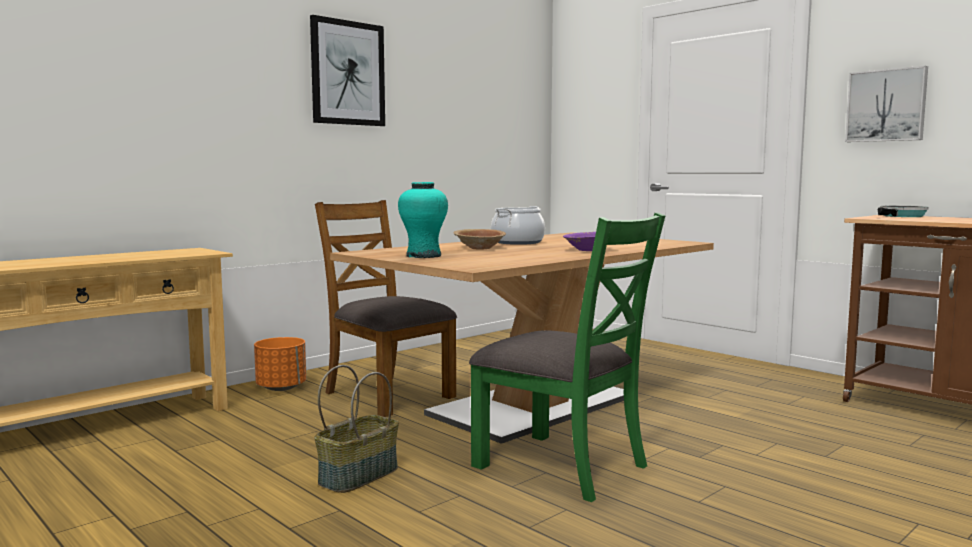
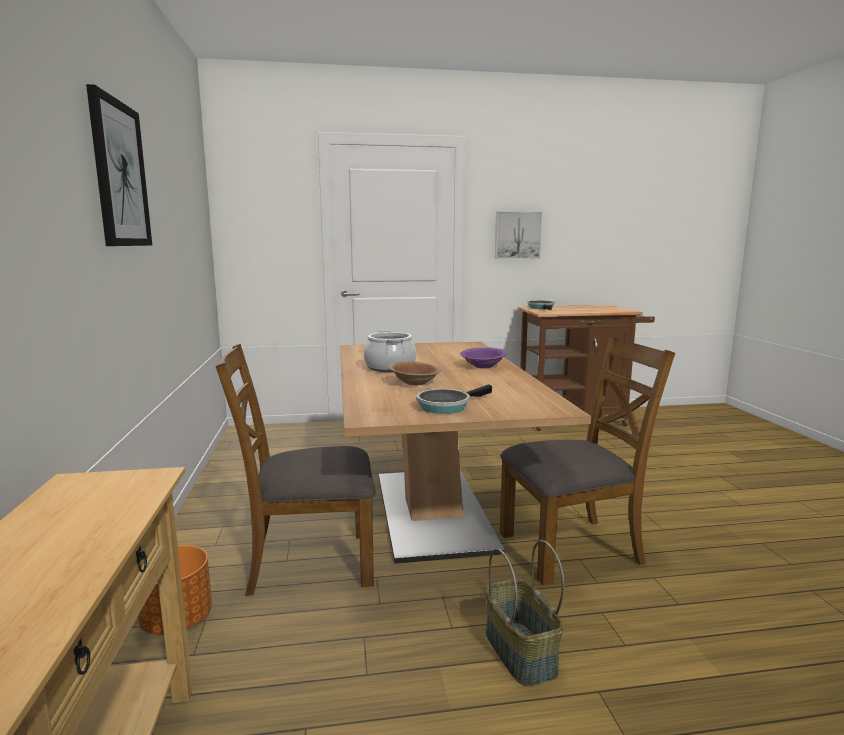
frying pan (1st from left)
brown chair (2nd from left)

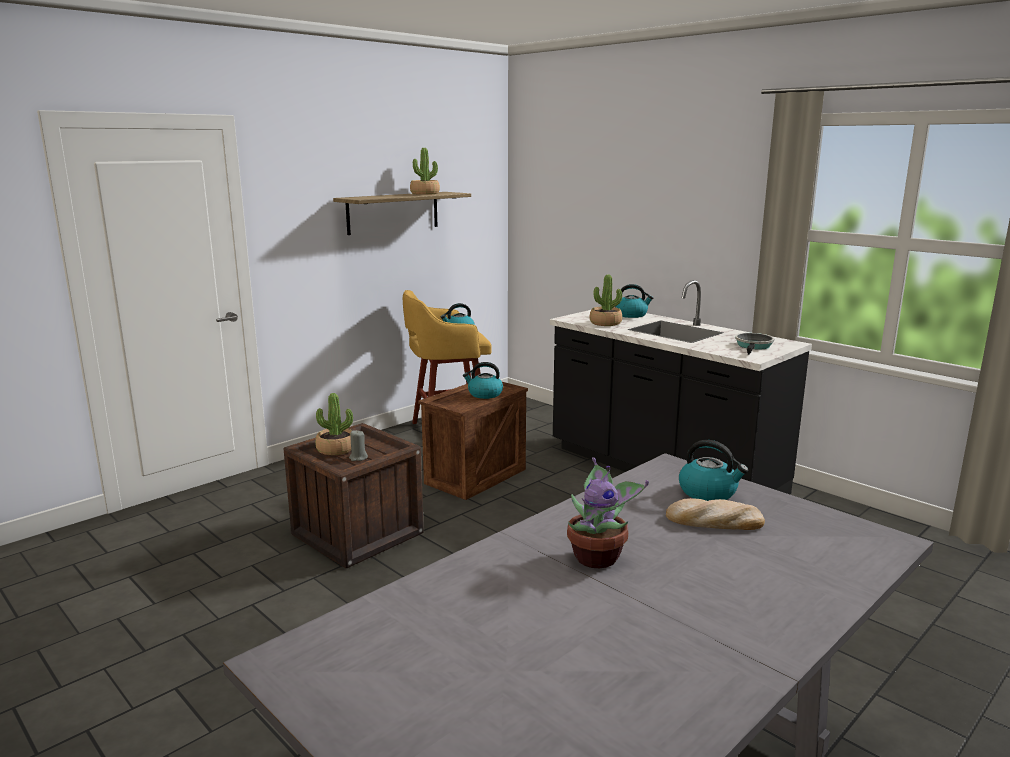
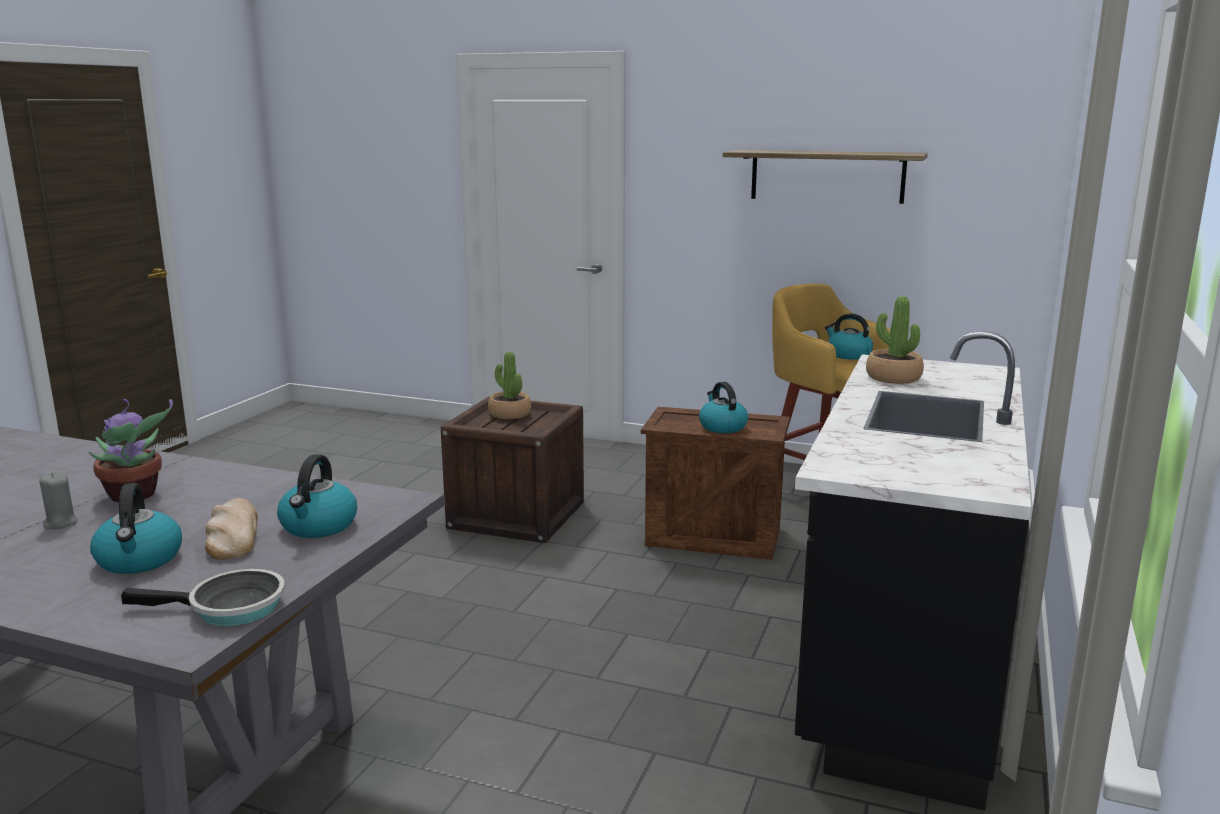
grey candle
potted plant (2nd from left in the first image)
kettle (1st from left)
frying pan

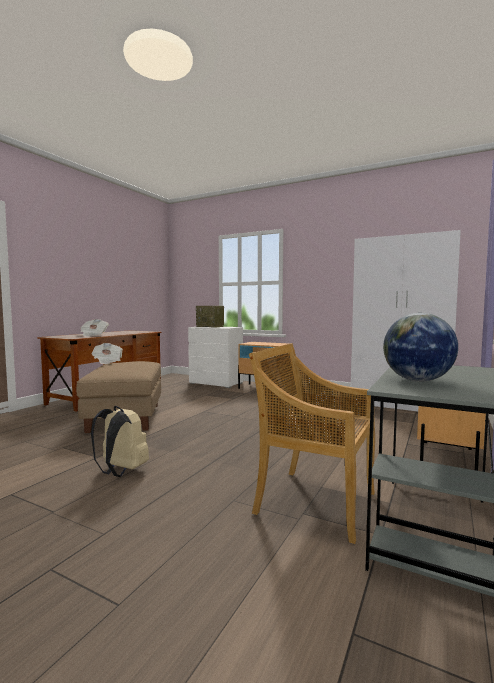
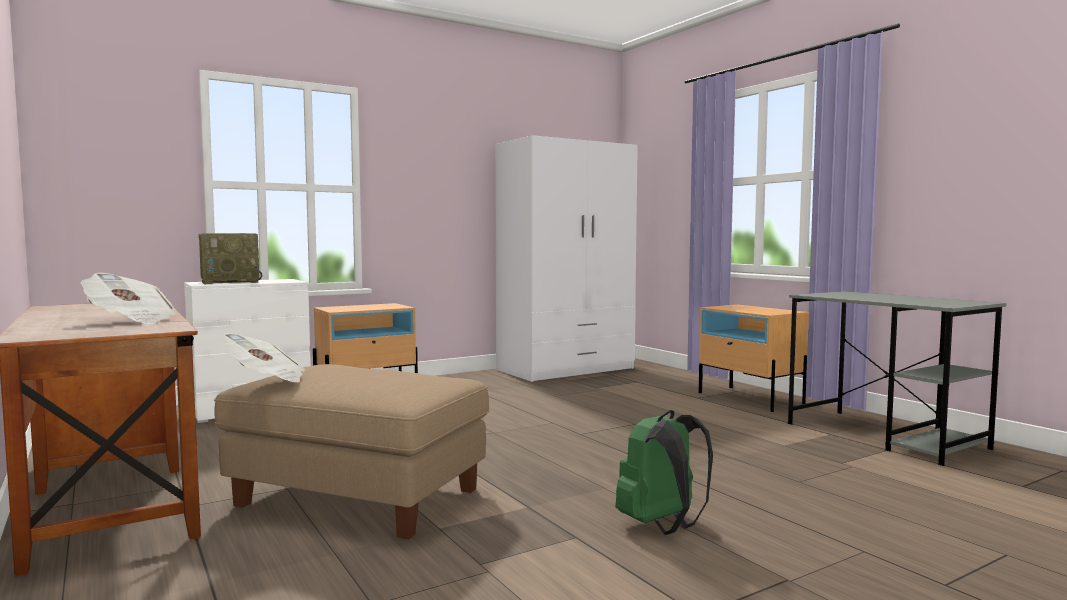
green backpack
beige chair
globe

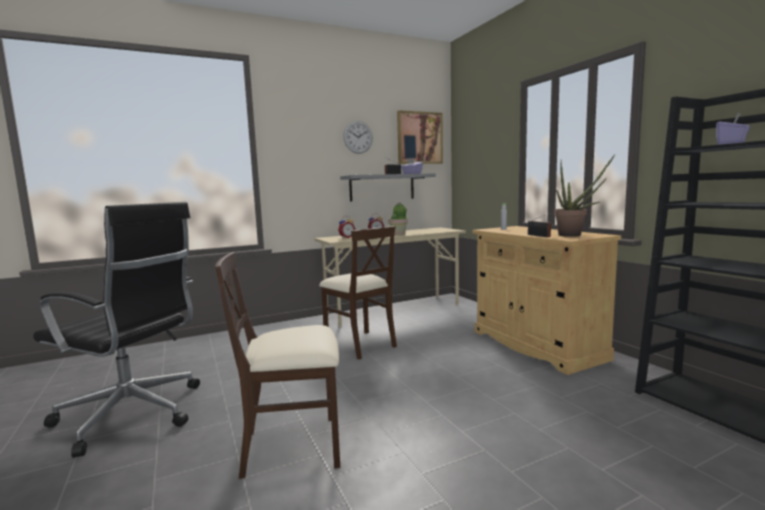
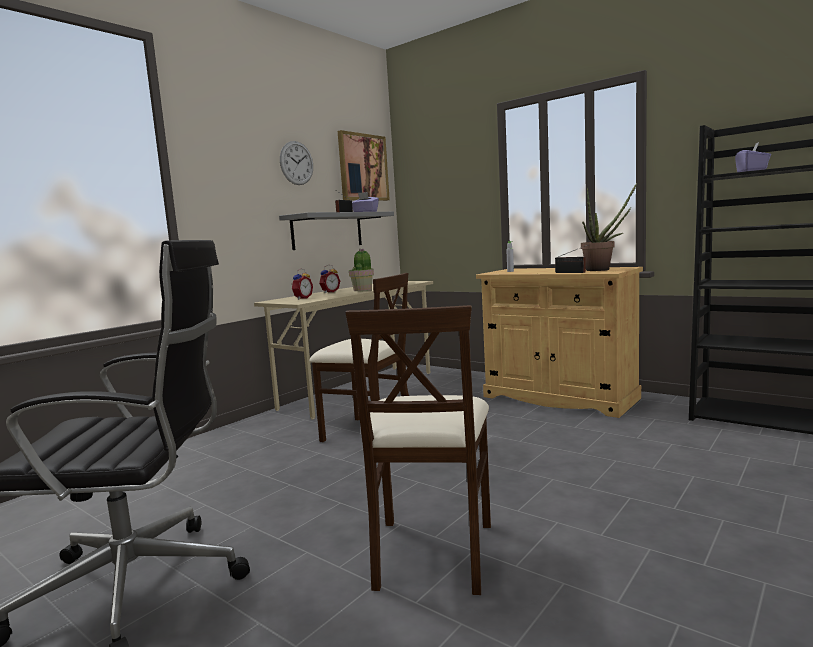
beige chair (2nd from left)

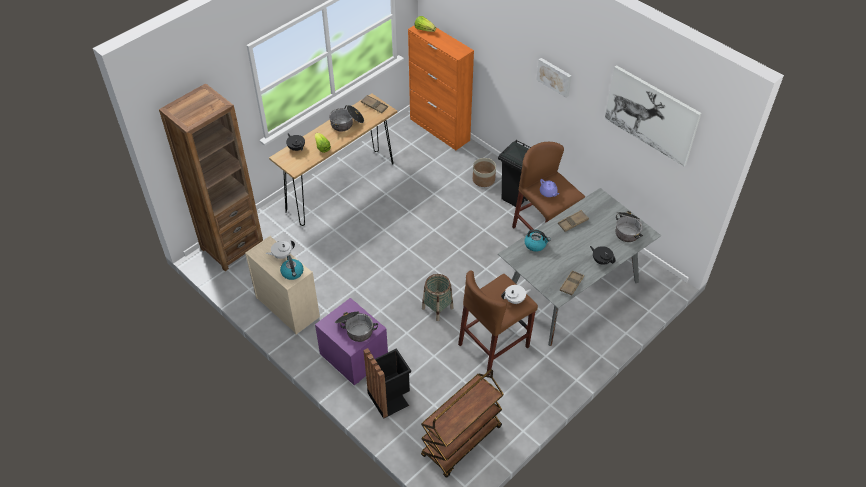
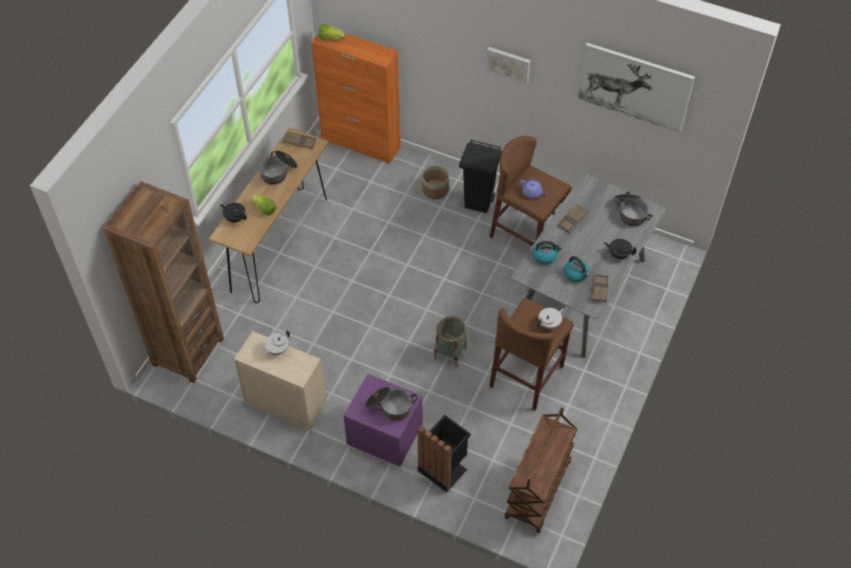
kettle (2nd from left)

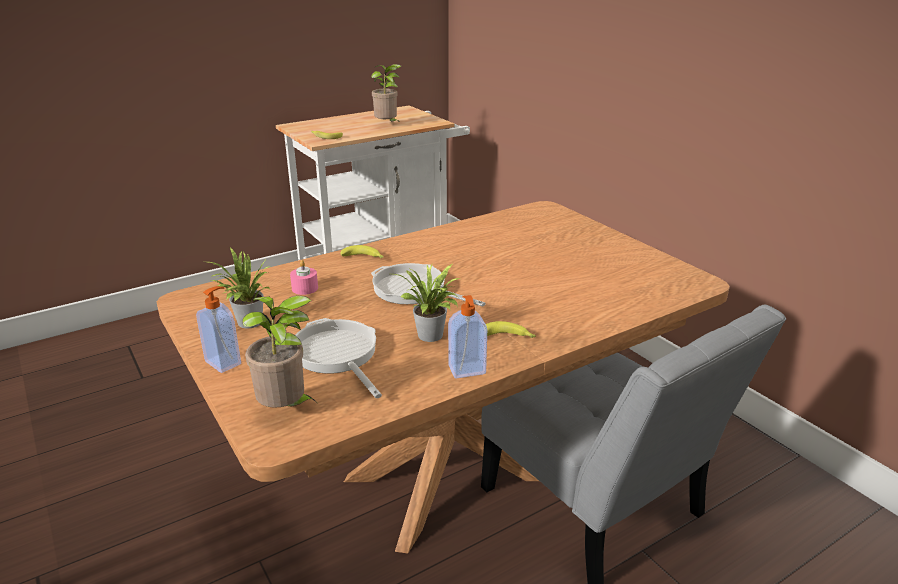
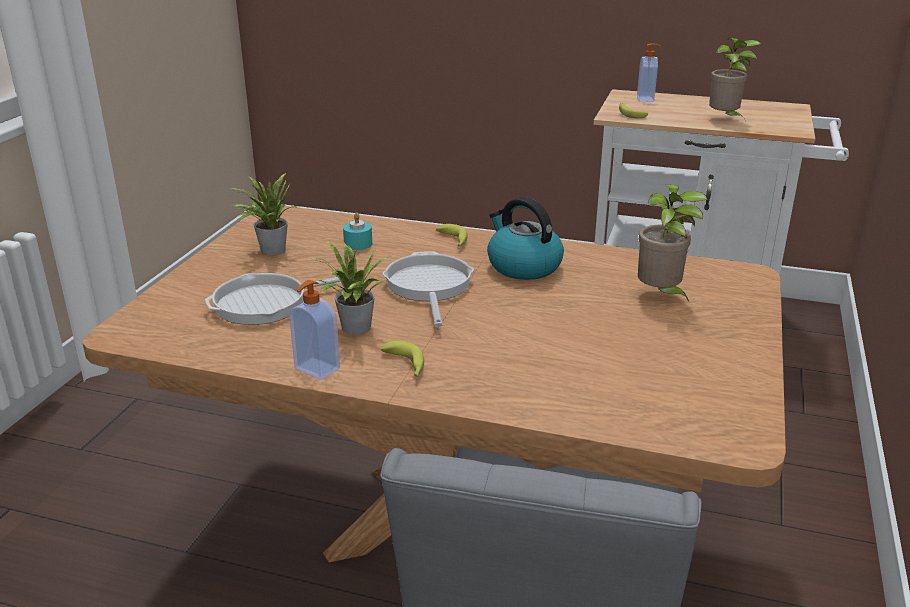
soap dispenser (2nd from left)
potted plant (3rd from left)
turquoise candle
frying pan (1st from left)
kettle

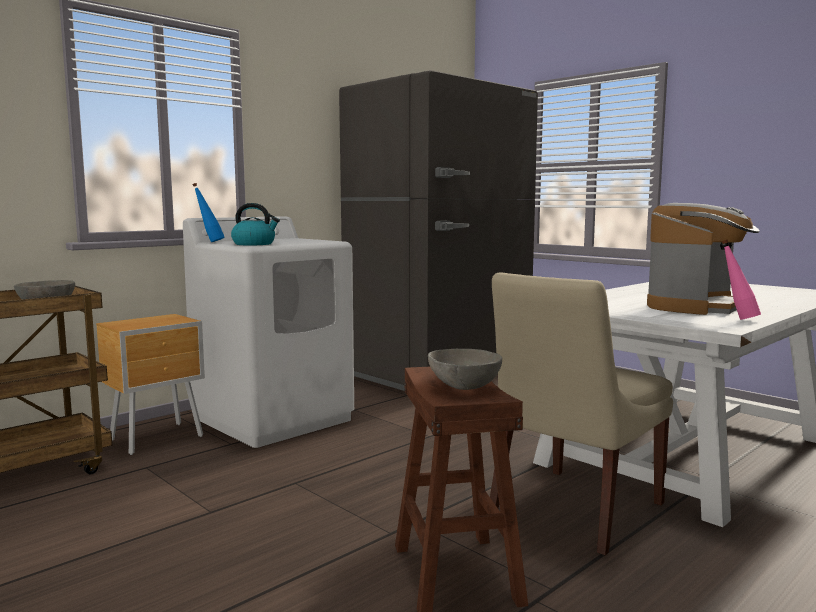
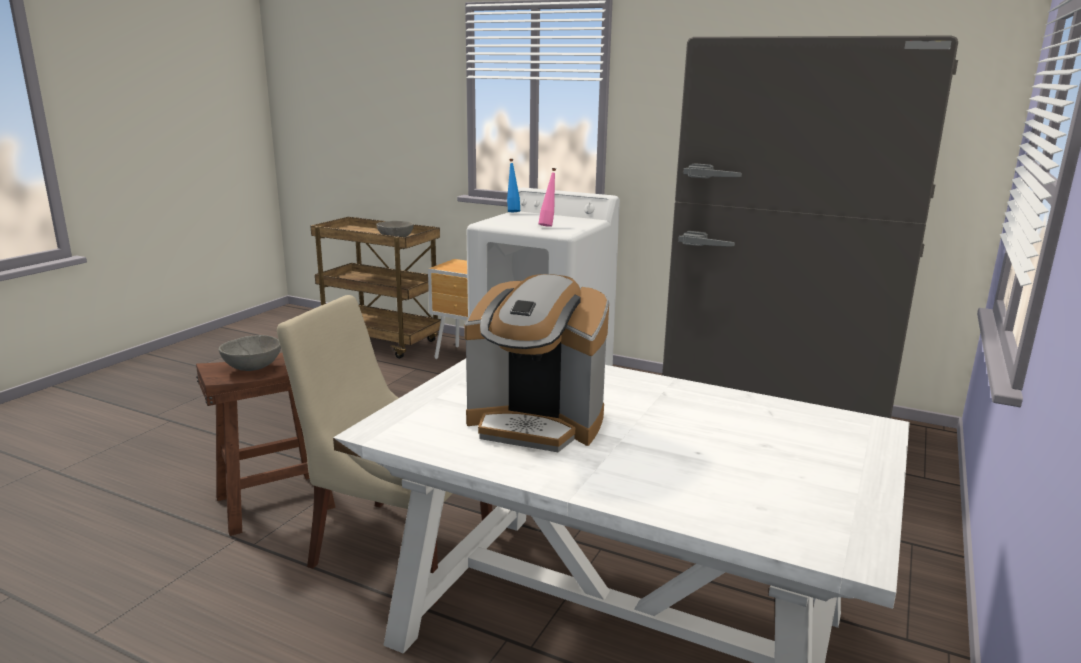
kettle
pink bottle

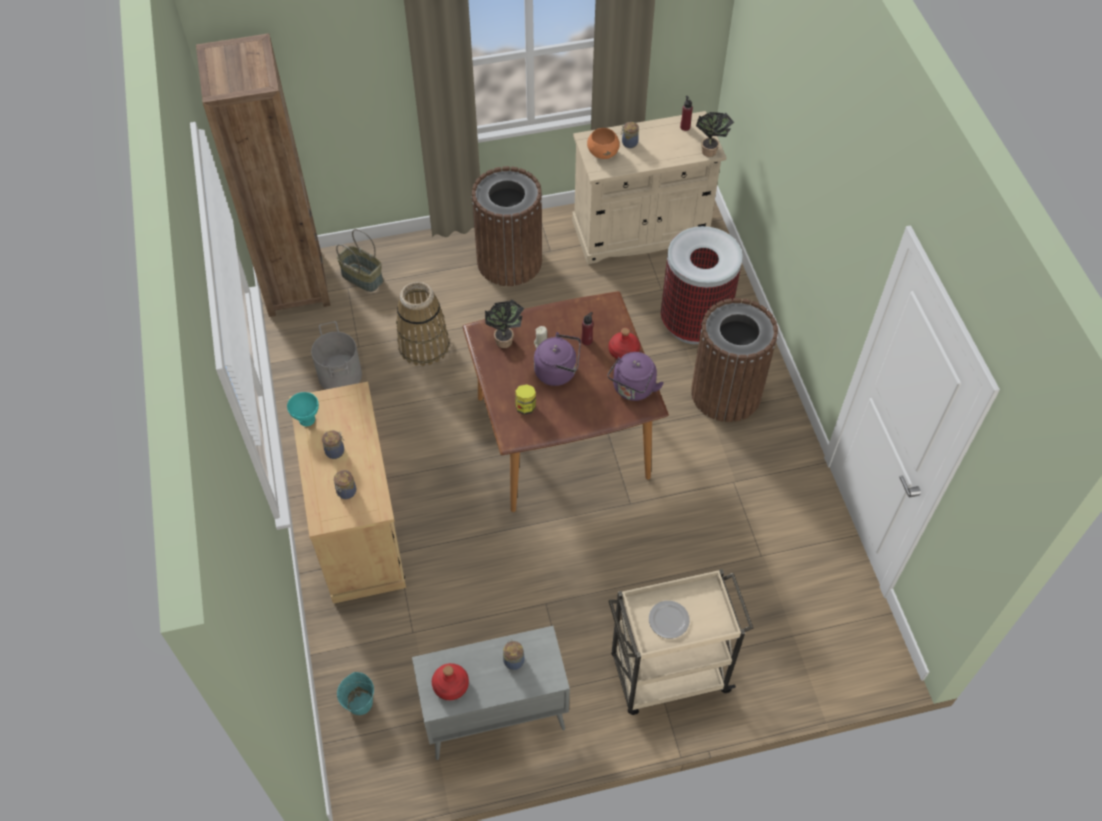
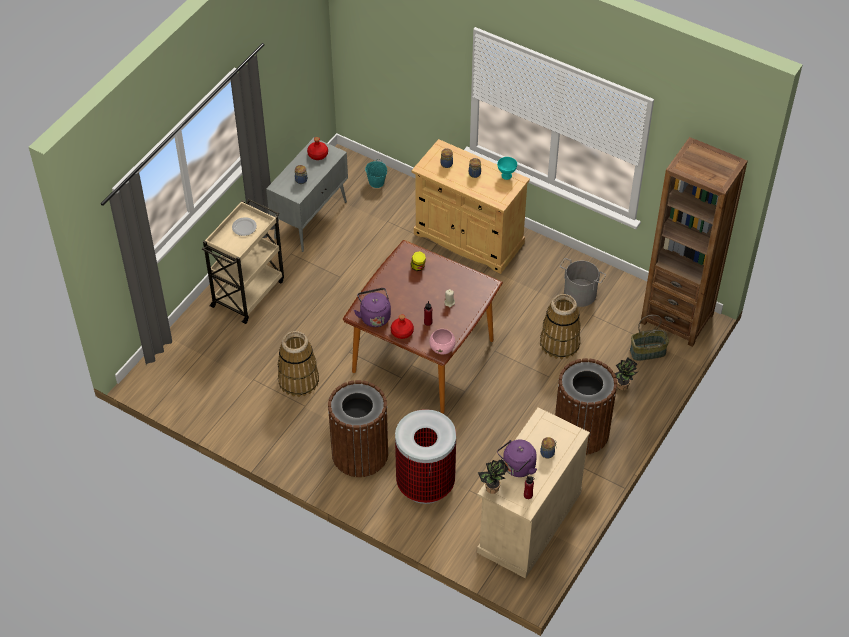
potted plant (2nd from left)
purple kettle (2nd from left)
orange bowl
basket (1st from left)
pink bowl

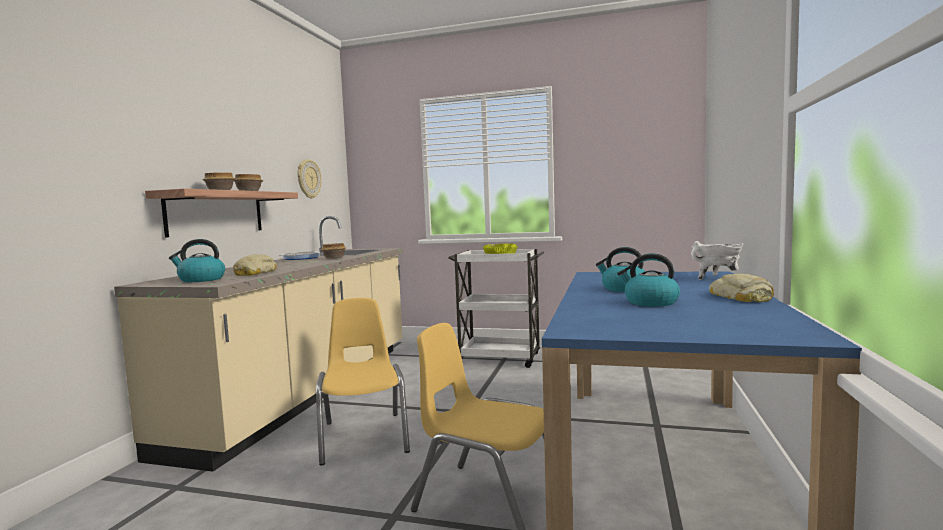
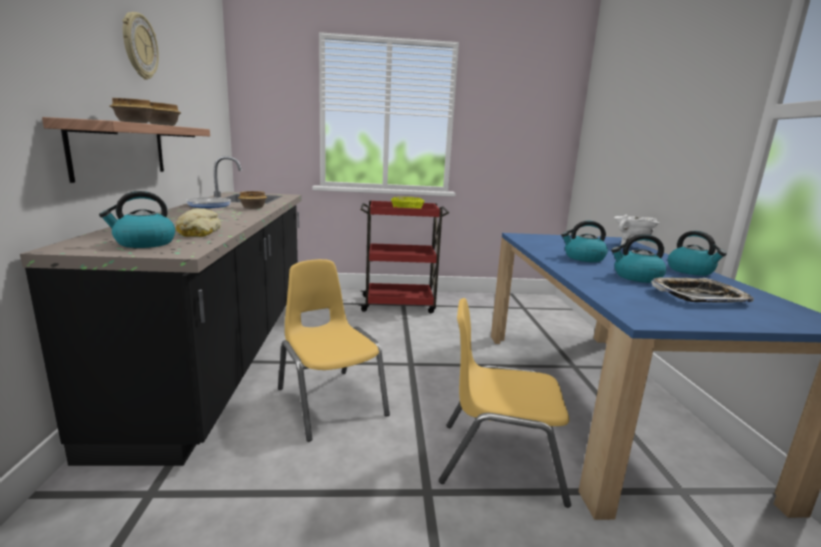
black counter
wall clock
red cart
kettle (4th from left)
tray

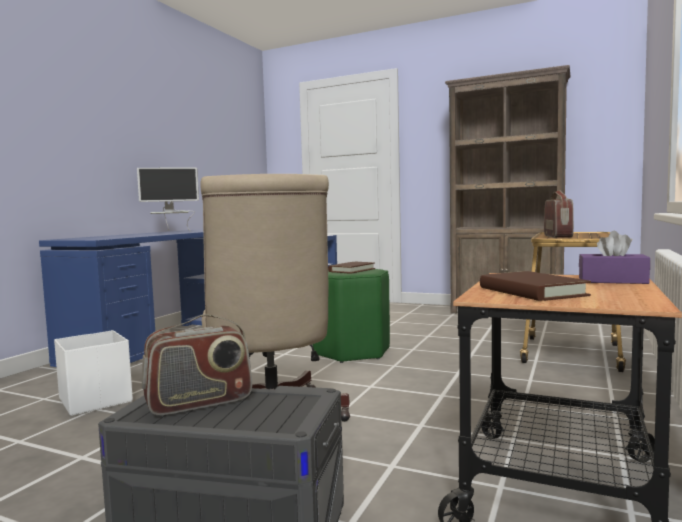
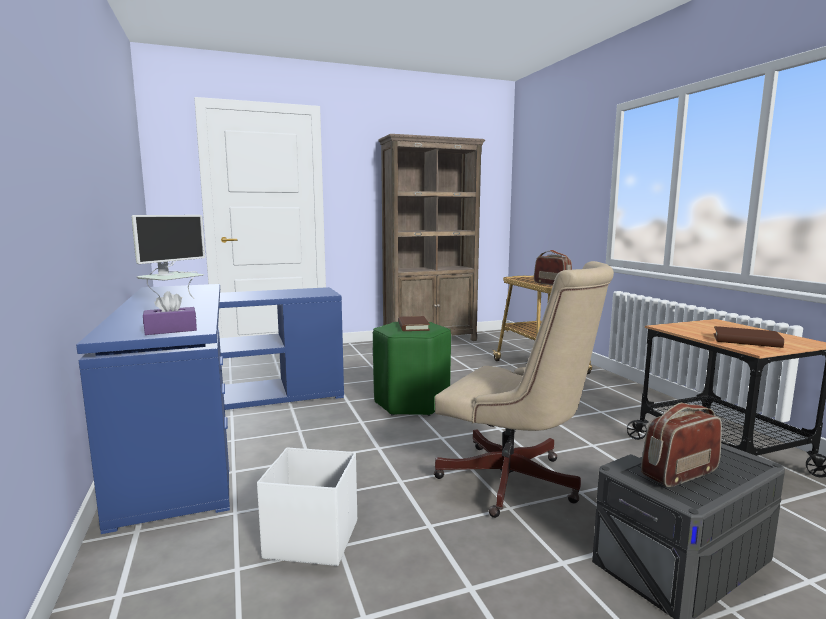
radio (2nd from left)
purple tissue box

